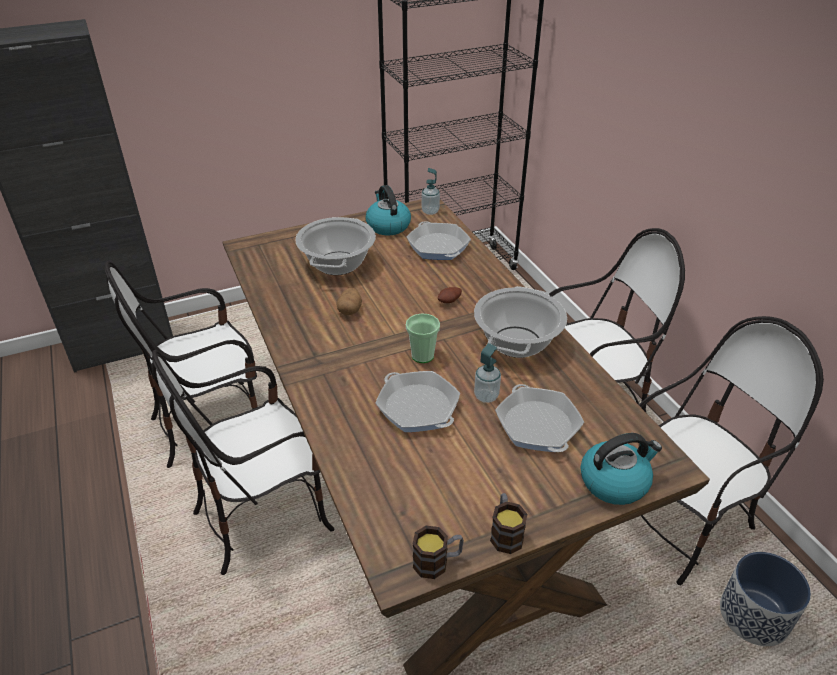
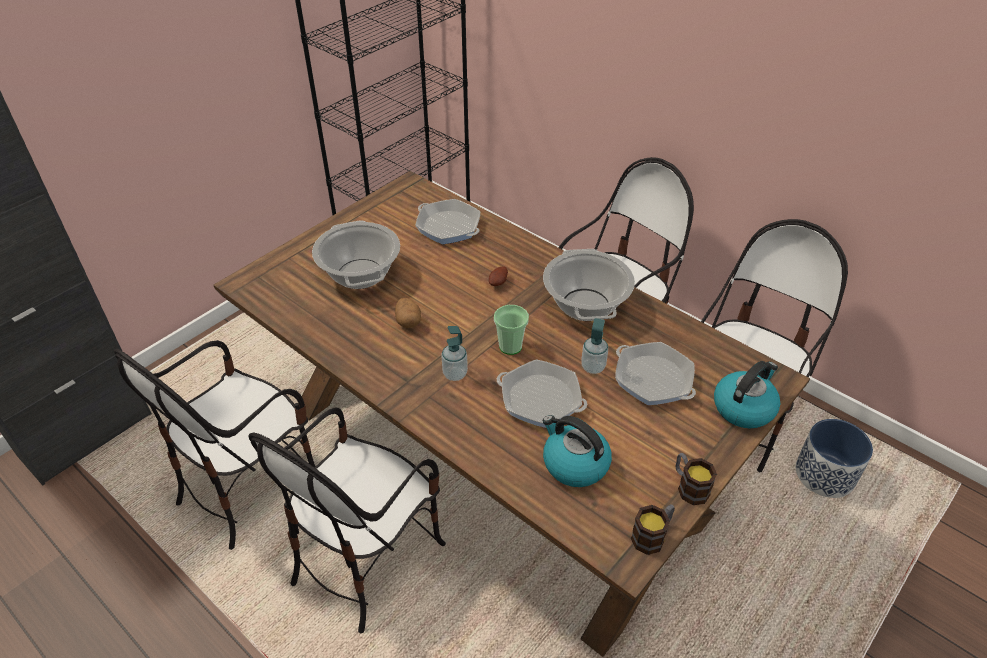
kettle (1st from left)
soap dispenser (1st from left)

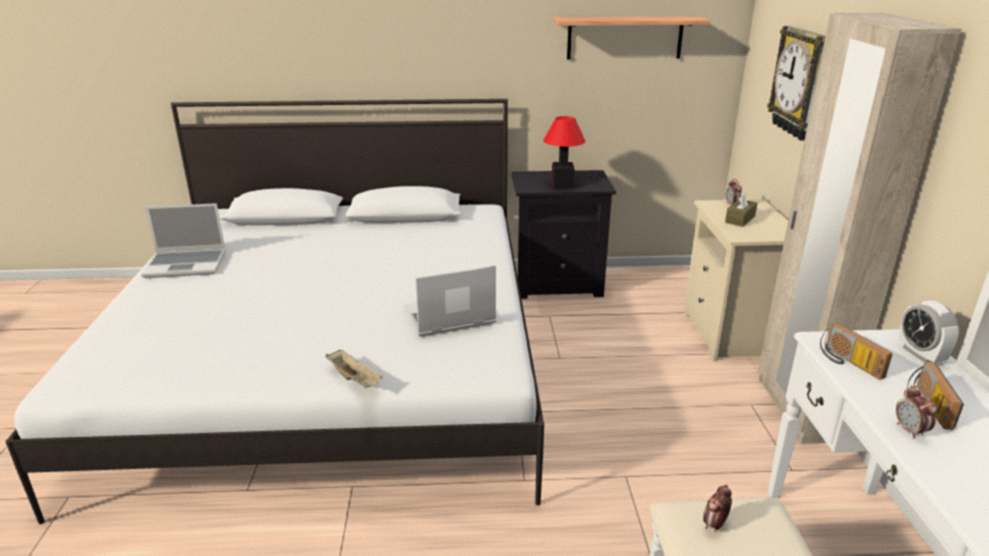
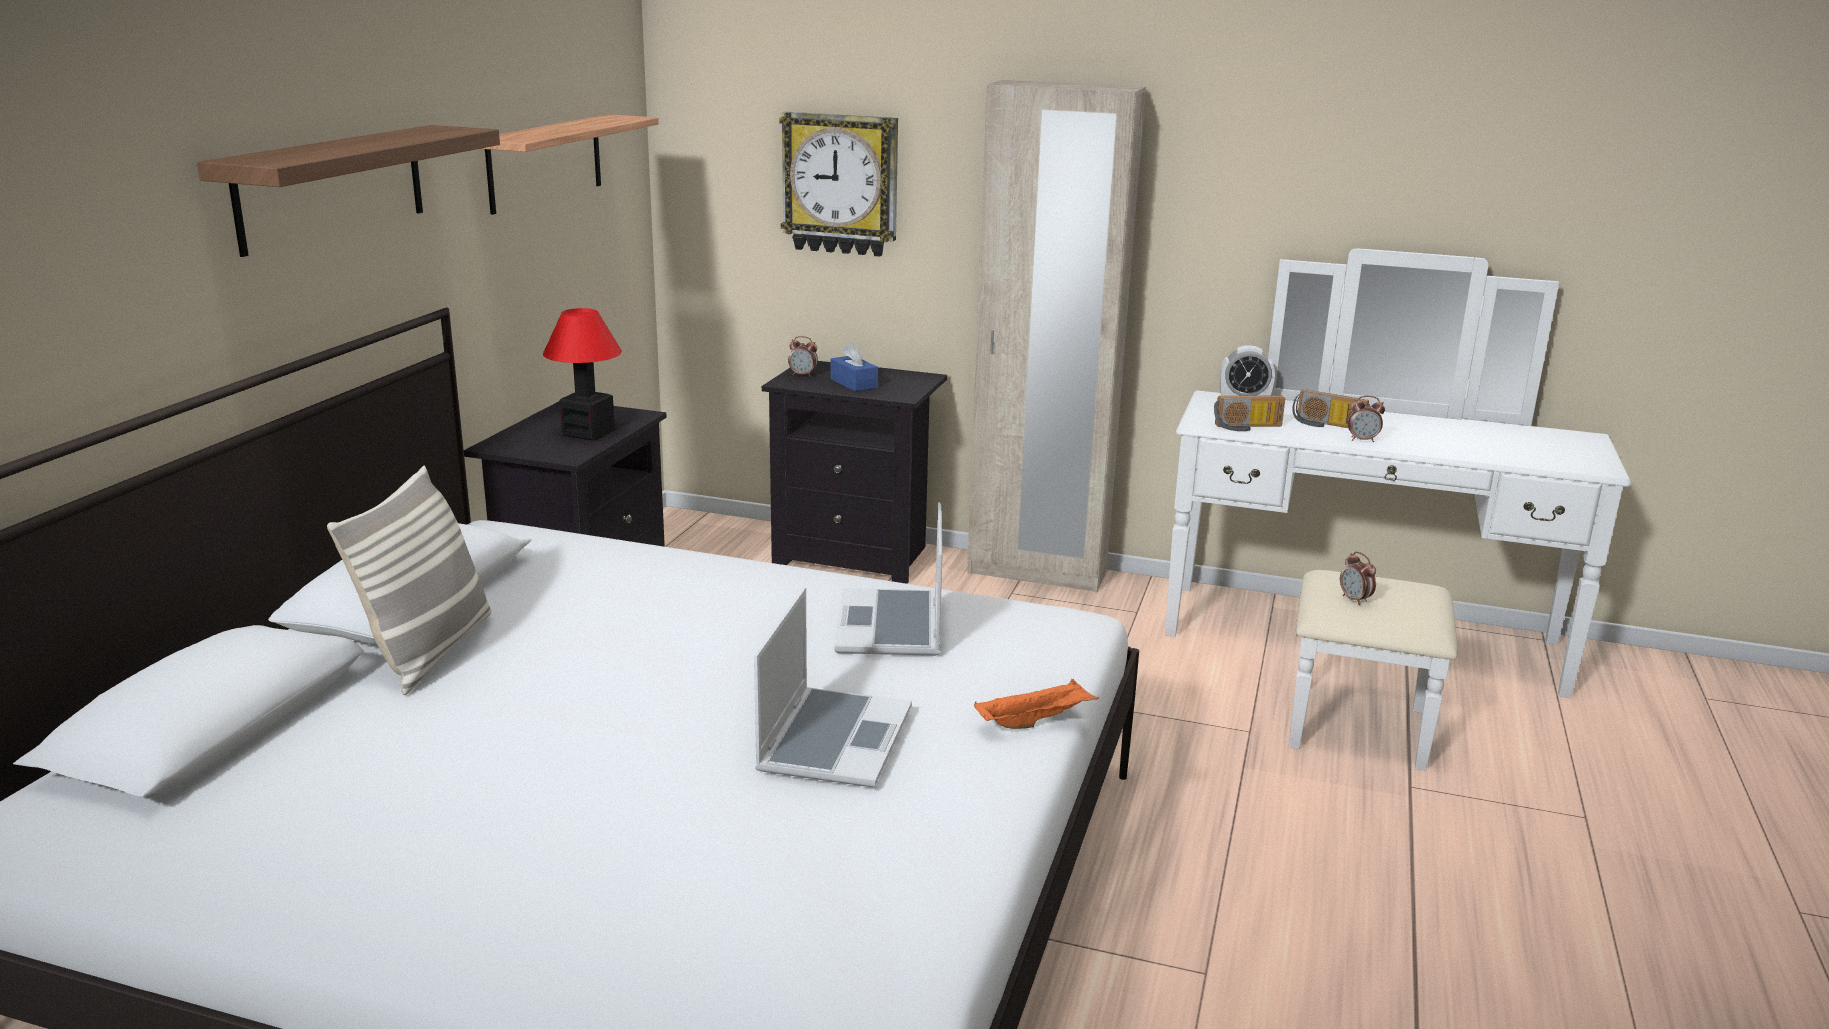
laptop (1st from left)
orange tray
black nightstand (2nd from left)
blue tissue box
shelf (1st from left)
pillow

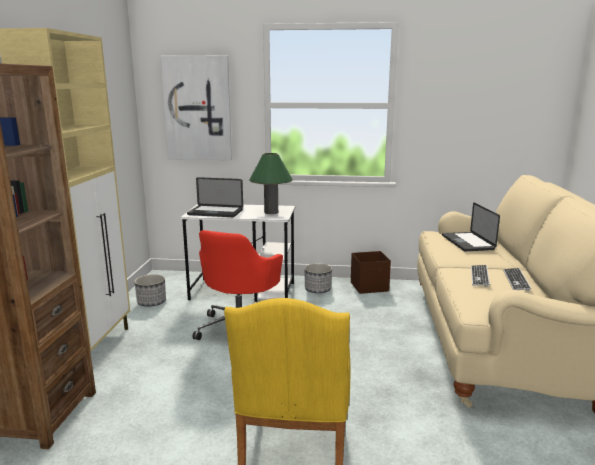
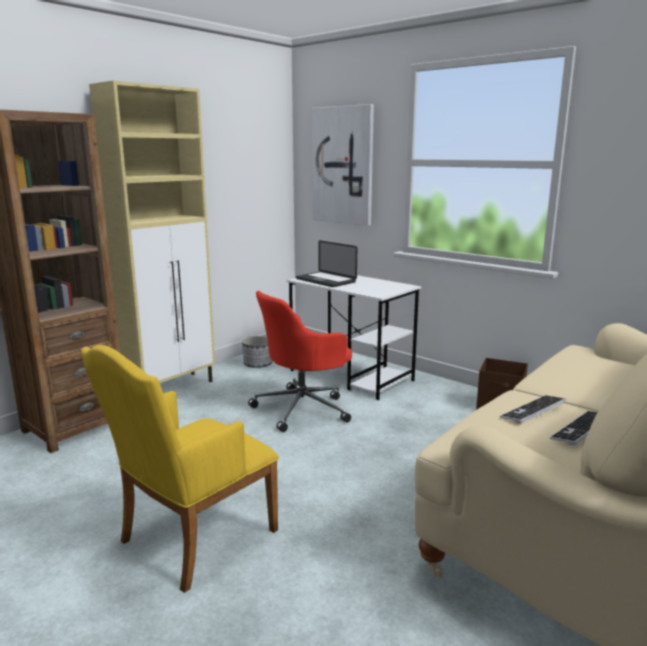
green table lamp
planter (2nd from left in the first image)
laptop (2nd from left in the first image)

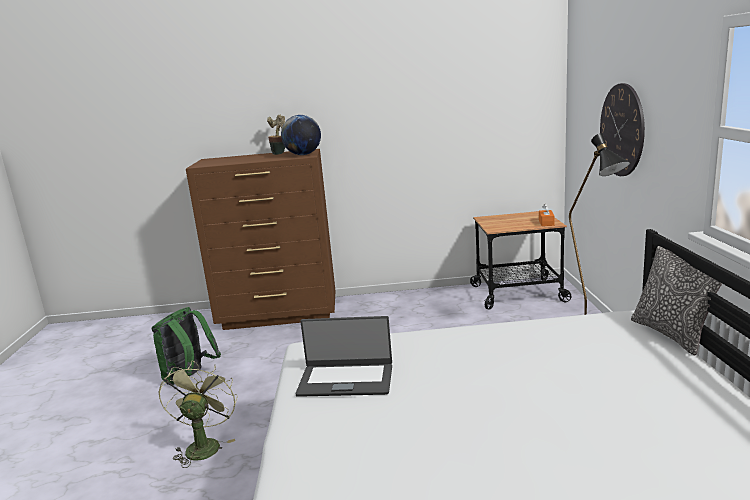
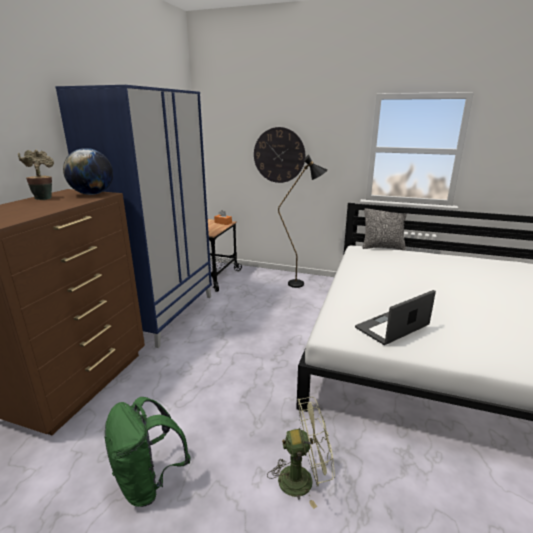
green fan
laptop
blue wardrobe

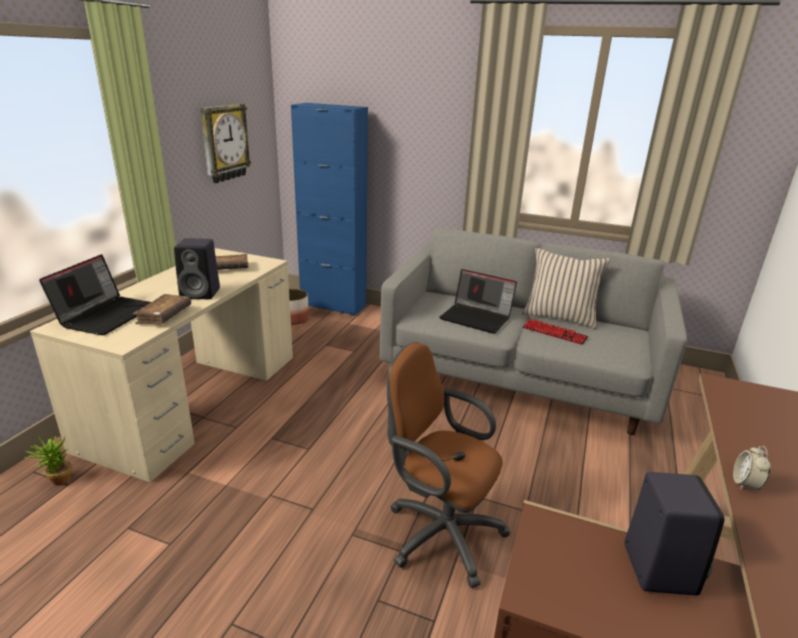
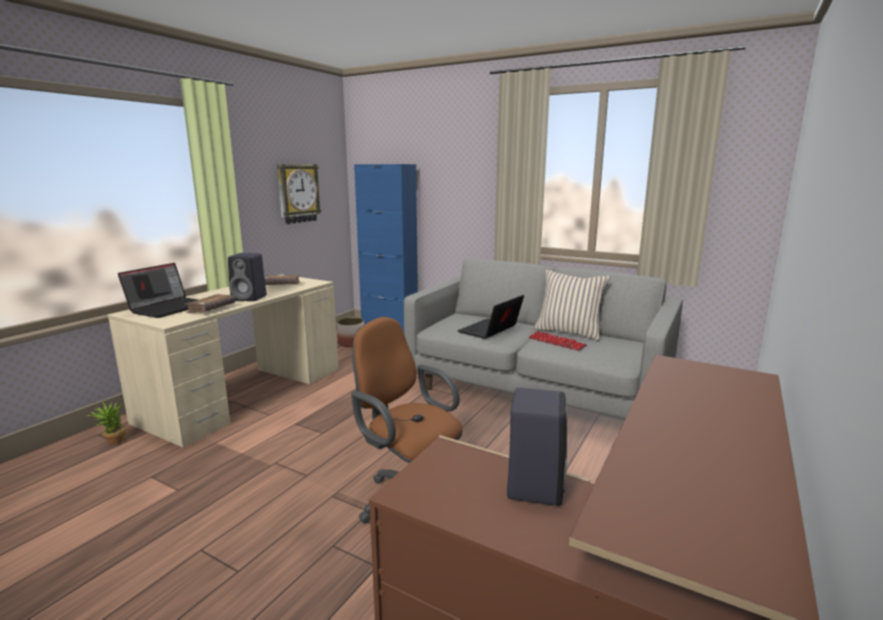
laptop (2nd from left)
alarm clock

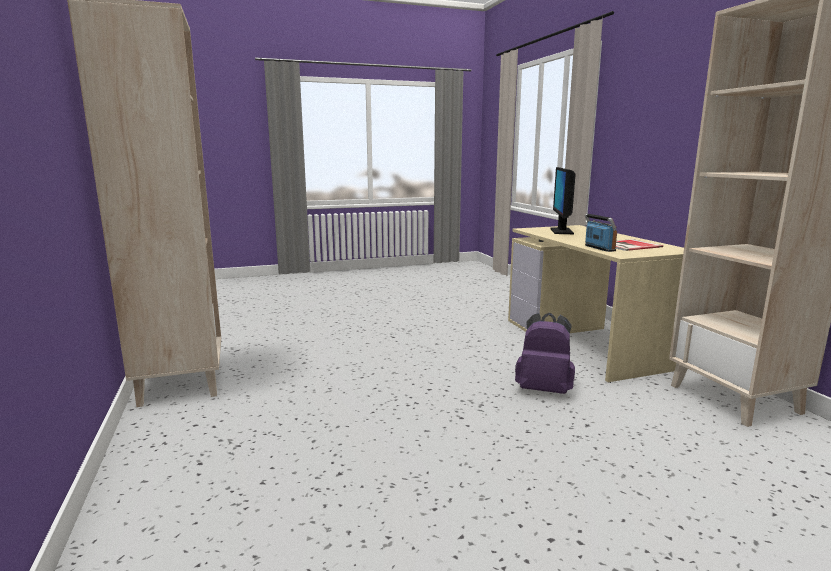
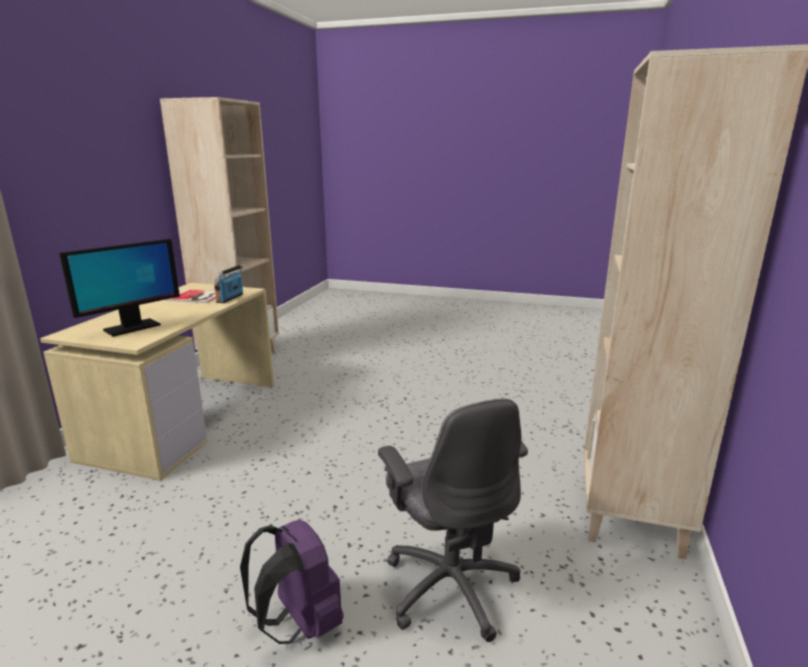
purple backpack
grey office chair

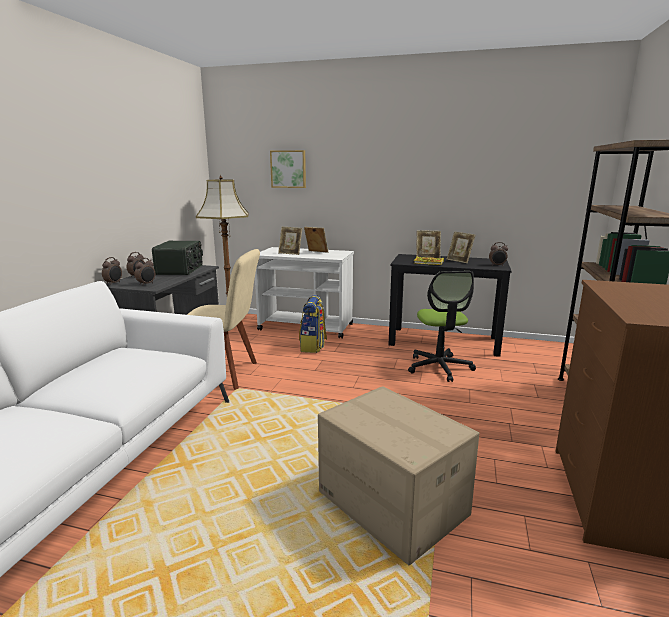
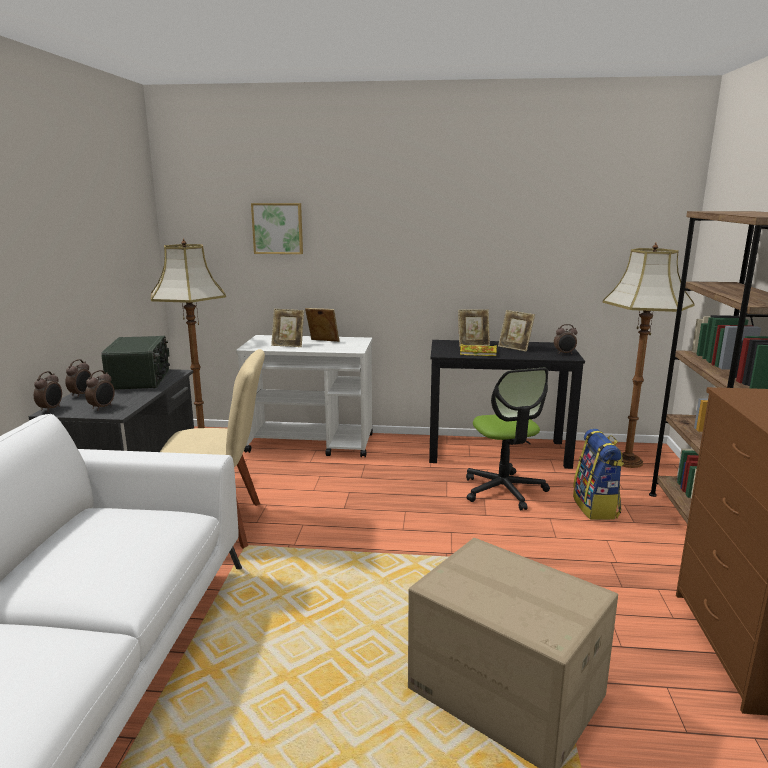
backpack
floor lamp (2nd from left)

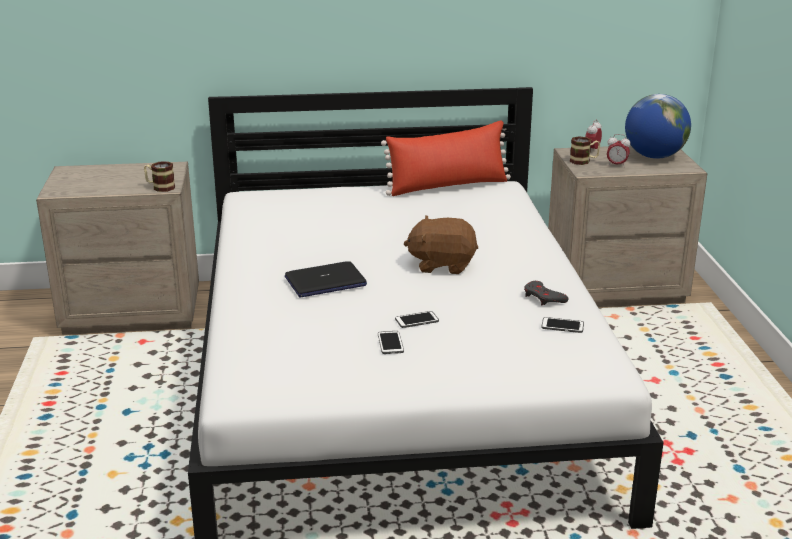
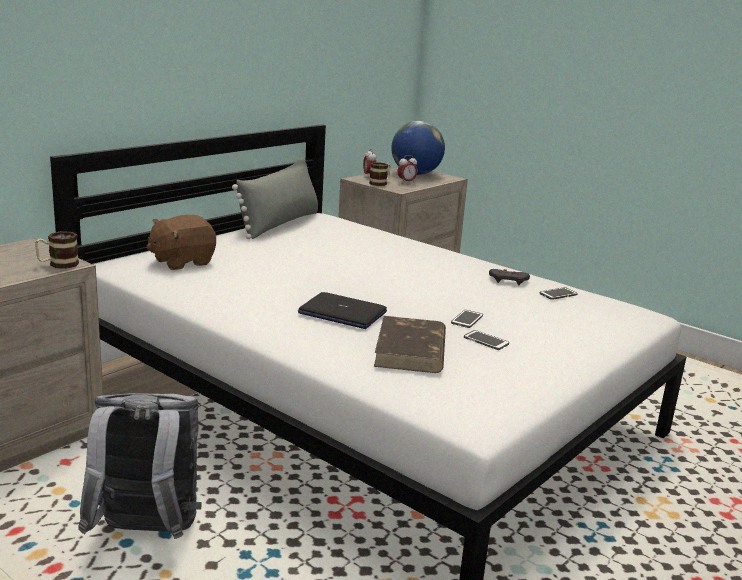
laptop
grey pillow
brown plush toy
grey backpack
brown book

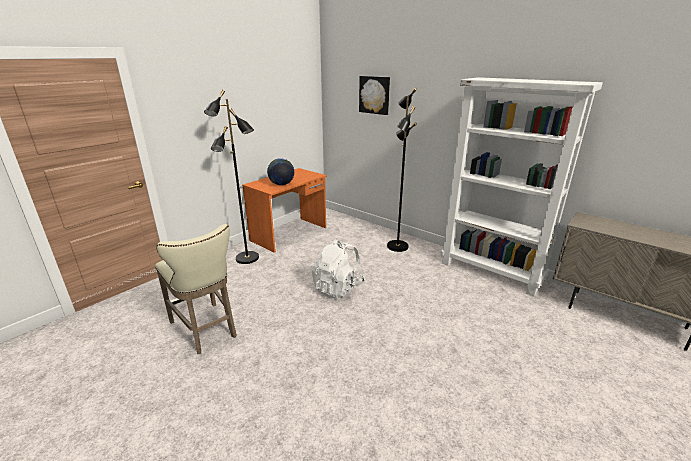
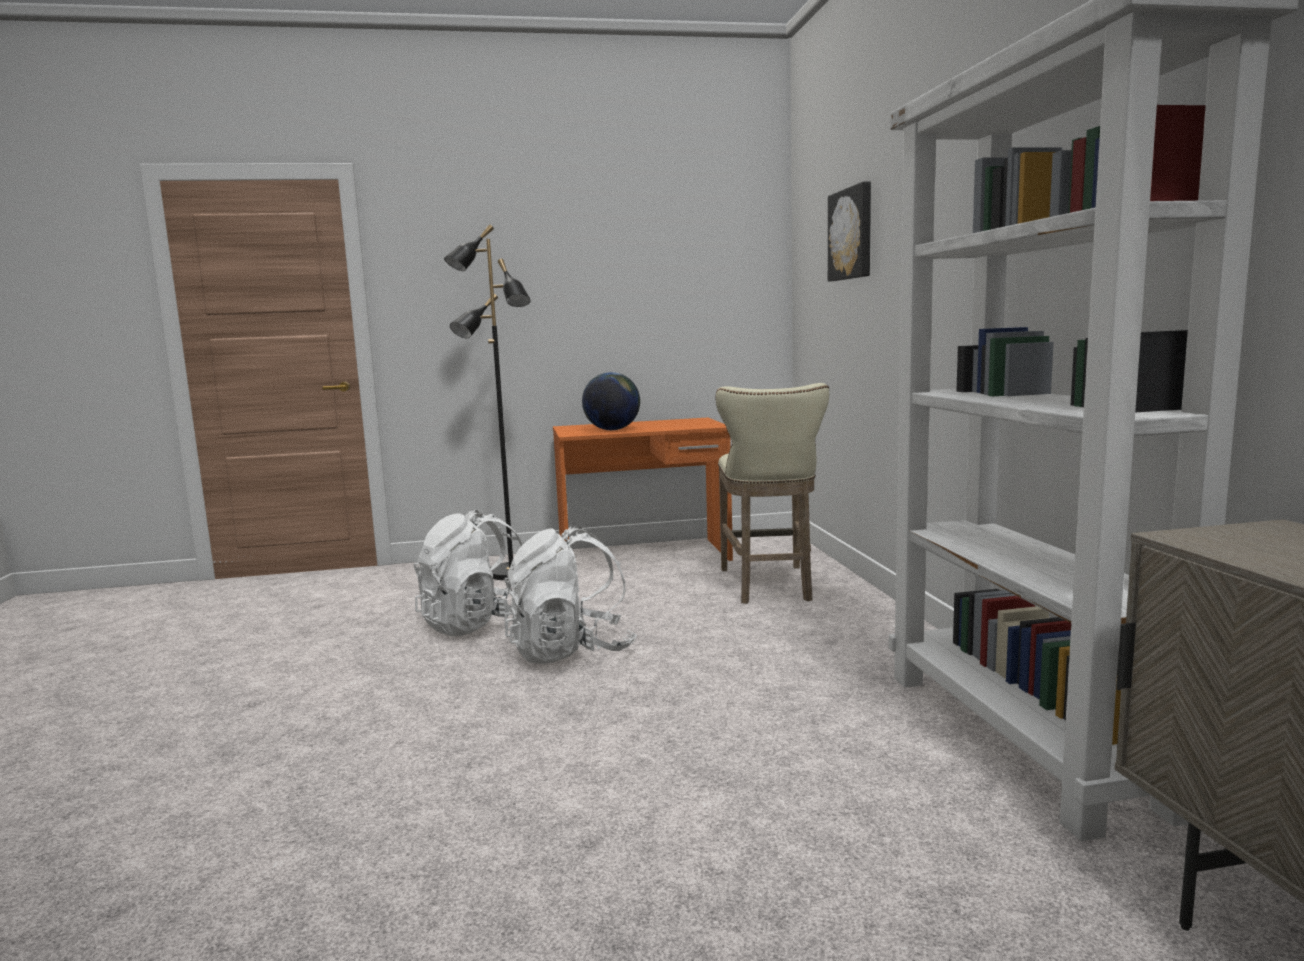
beige stool
black floor lamp (2nd from left in the first image)
white backpack (1st from left)

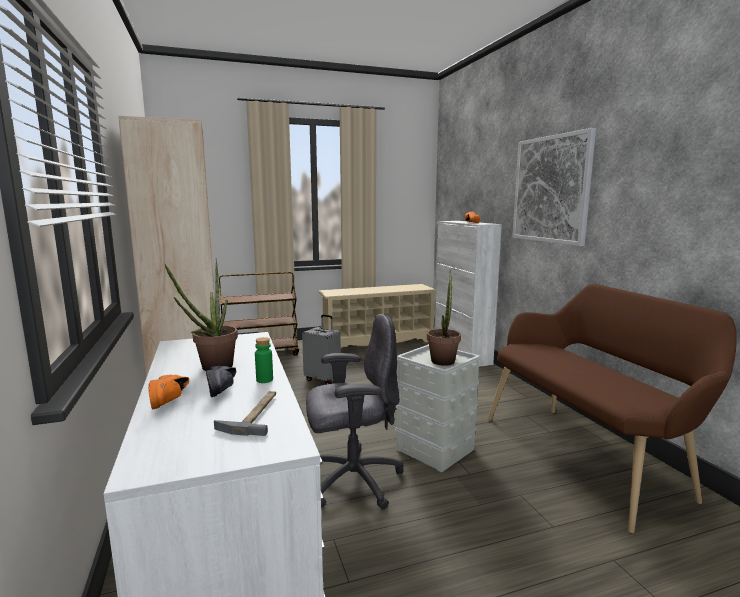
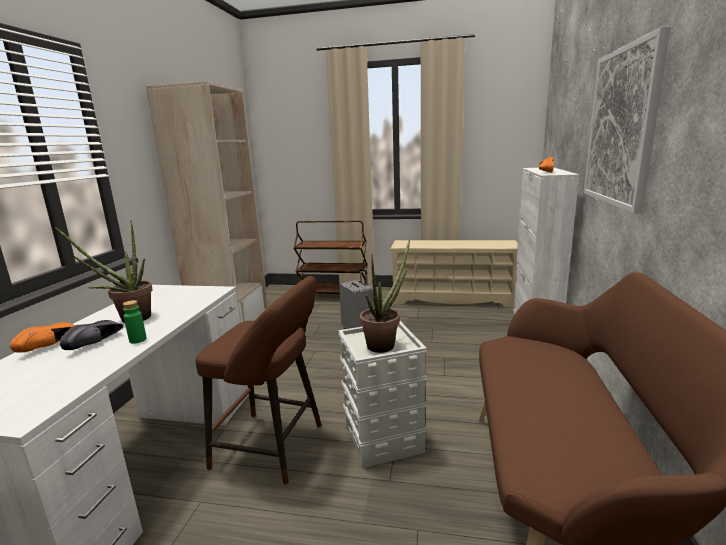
hammer
brown stool

